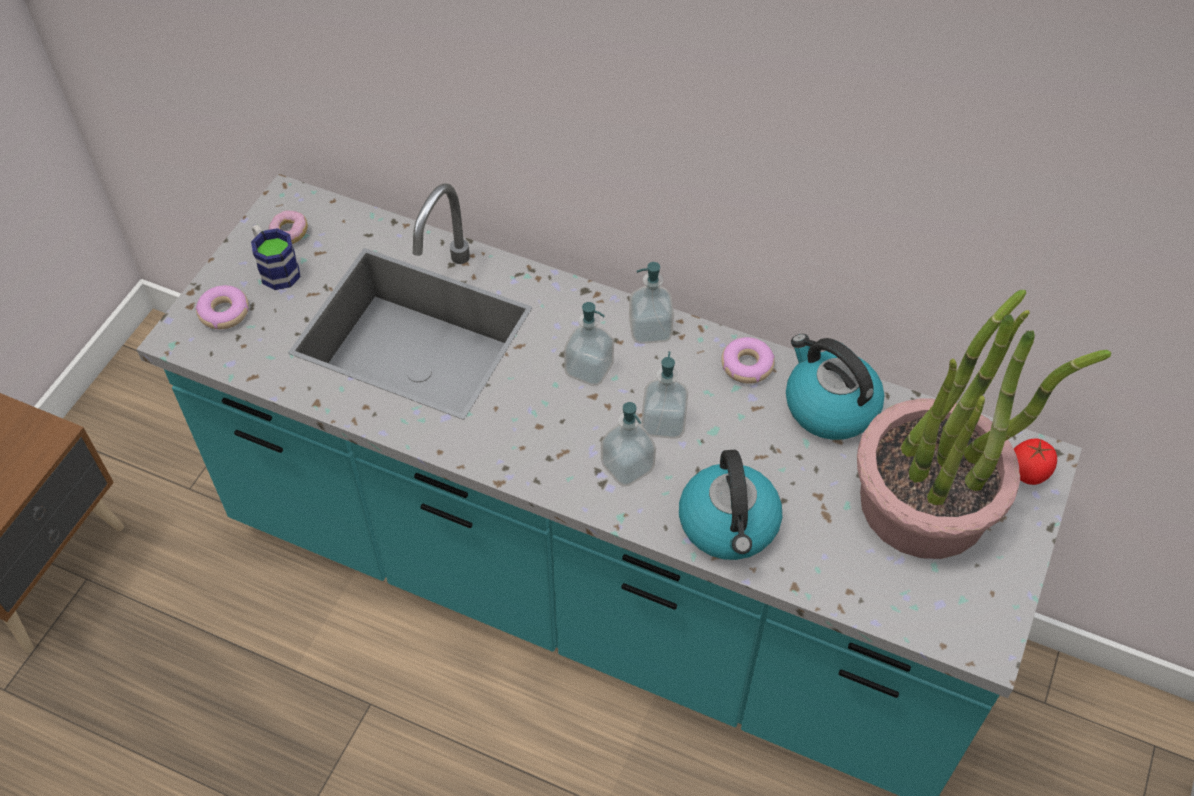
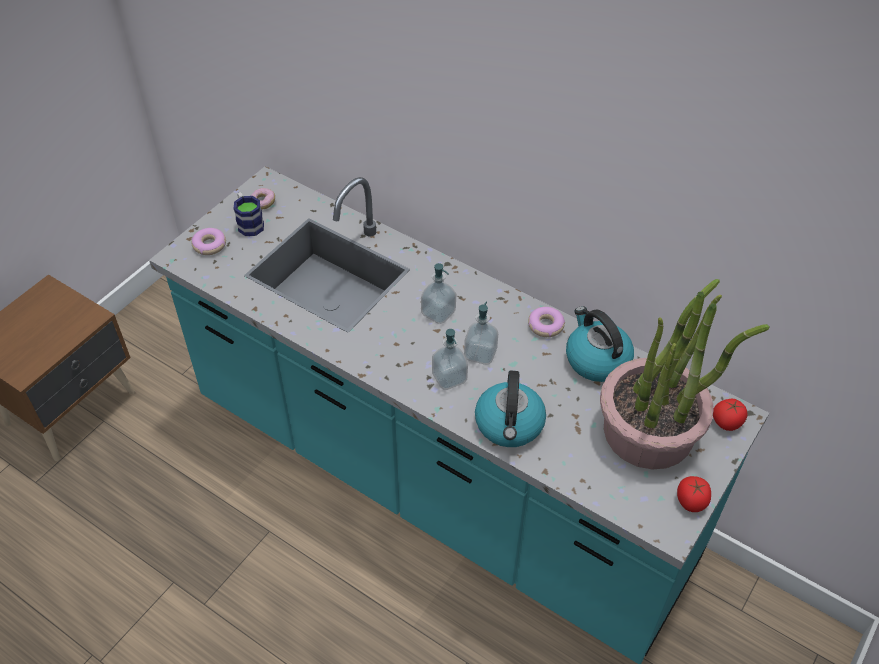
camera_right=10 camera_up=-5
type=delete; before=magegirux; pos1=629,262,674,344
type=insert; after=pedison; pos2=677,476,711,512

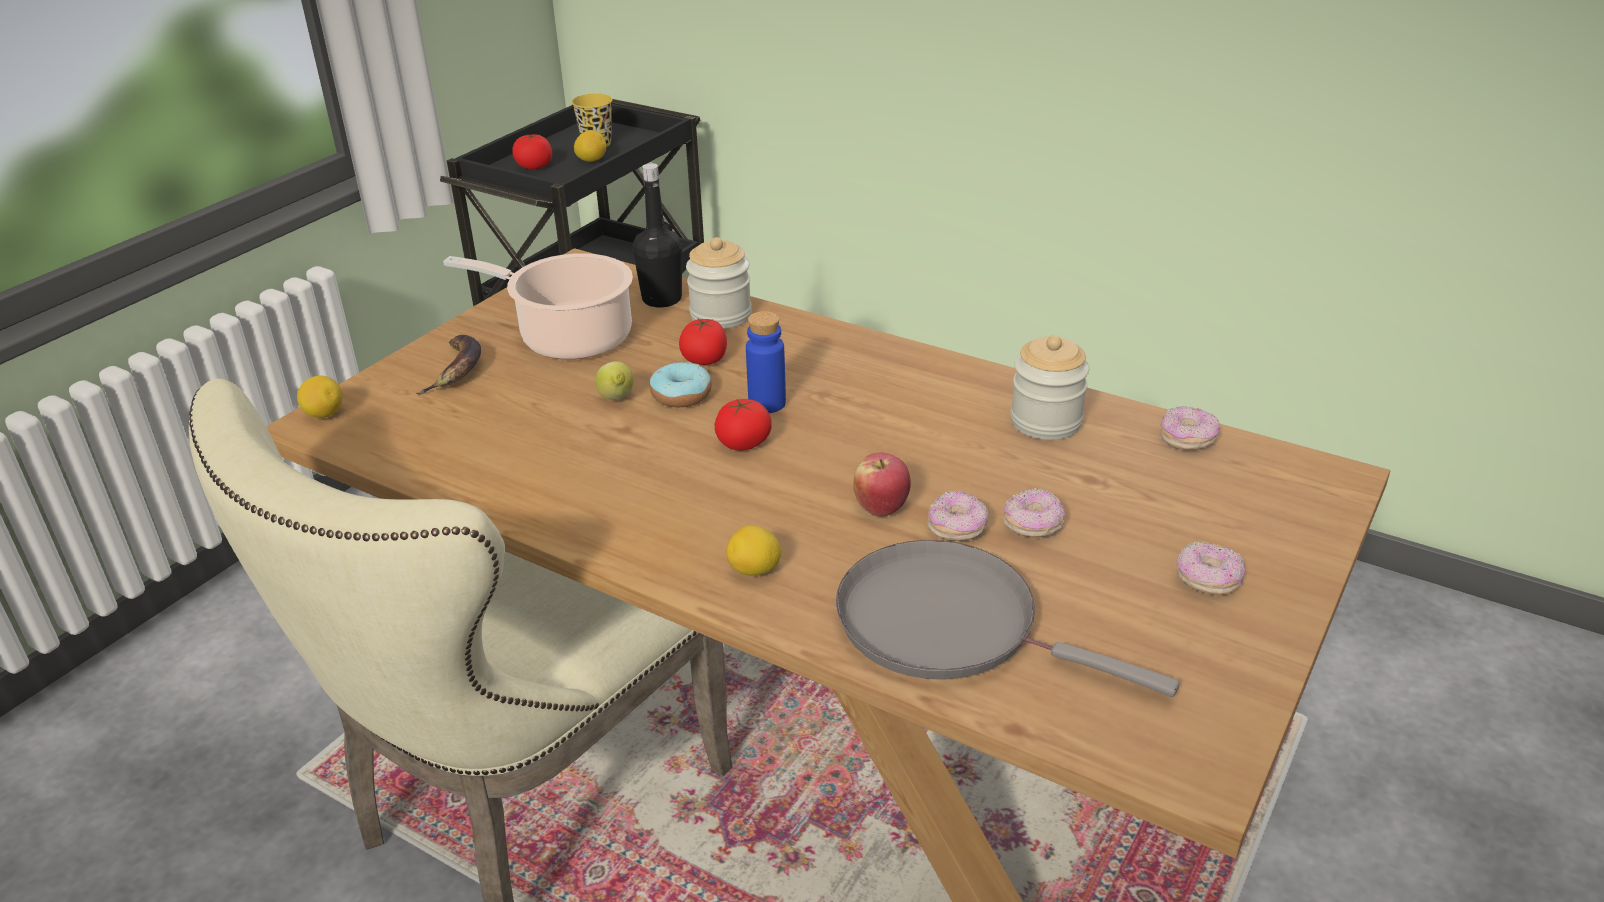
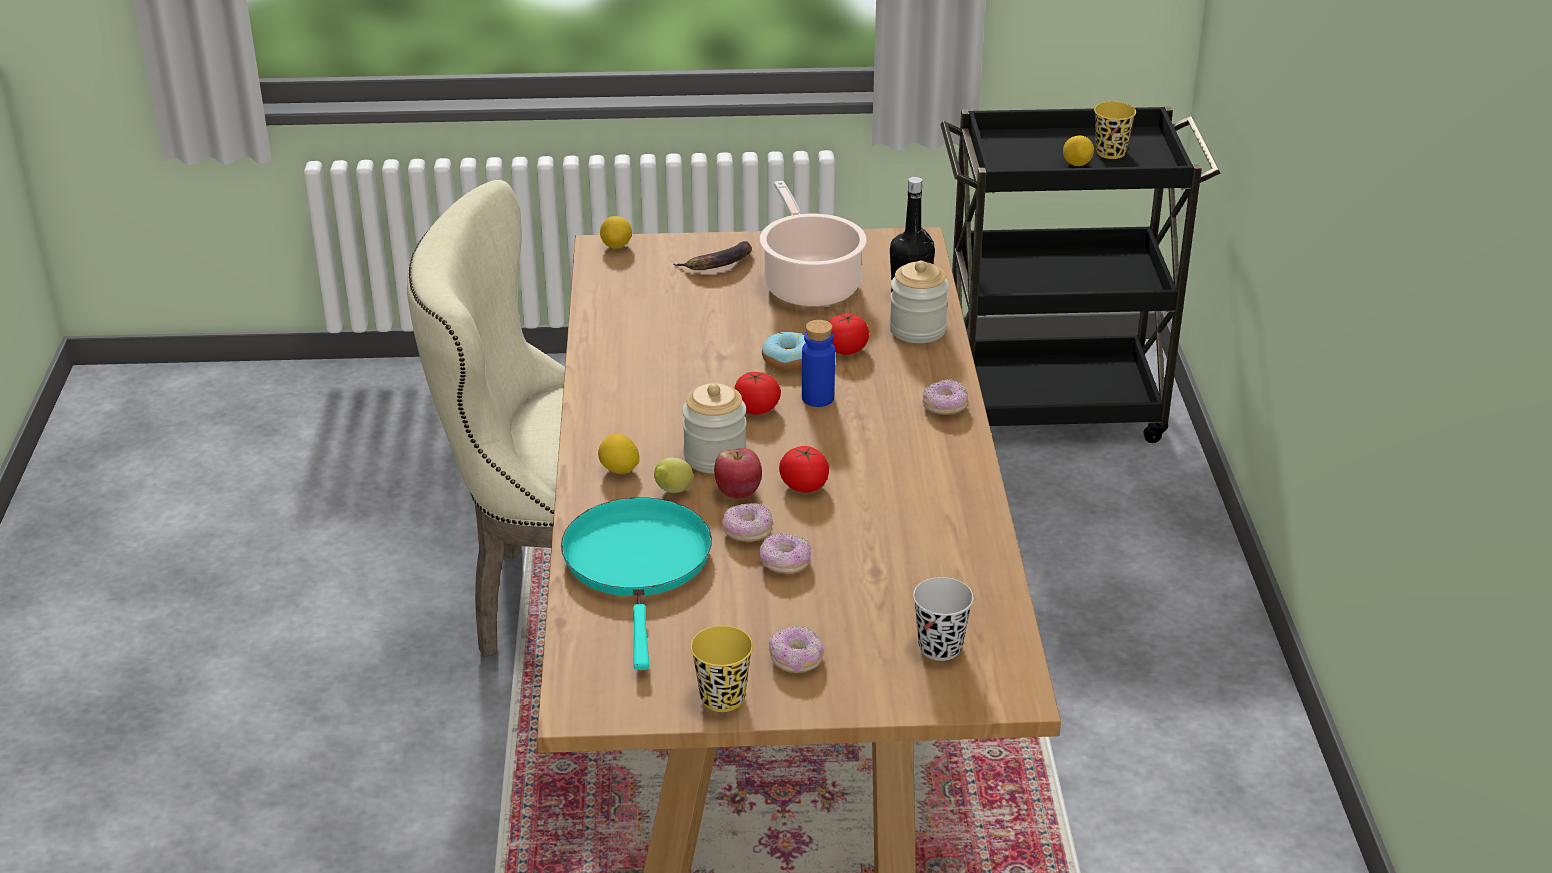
camera_right=55 camera_up=0
type=move; before=pedison; pos1=512,135,552,169; pos2=779,446,829,493
type=move; before=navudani; pos1=595,361,634,400; pos2=654,457,693,493
type=recolor; before=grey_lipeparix; after=turquoise_lipeparix; pos1=836,540,1179,697; pos2=561,497,712,670
type=move; before=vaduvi; pos1=1010,335,1089,440; pos2=682,383,747,474
type=move; before=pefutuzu; pos1=1160,406,1220,450; pos2=922,379,968,415
type=insert; after=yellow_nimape; pos2=691,626,753,712
type=insert; after=black_nimape; pos2=913,577,974,661

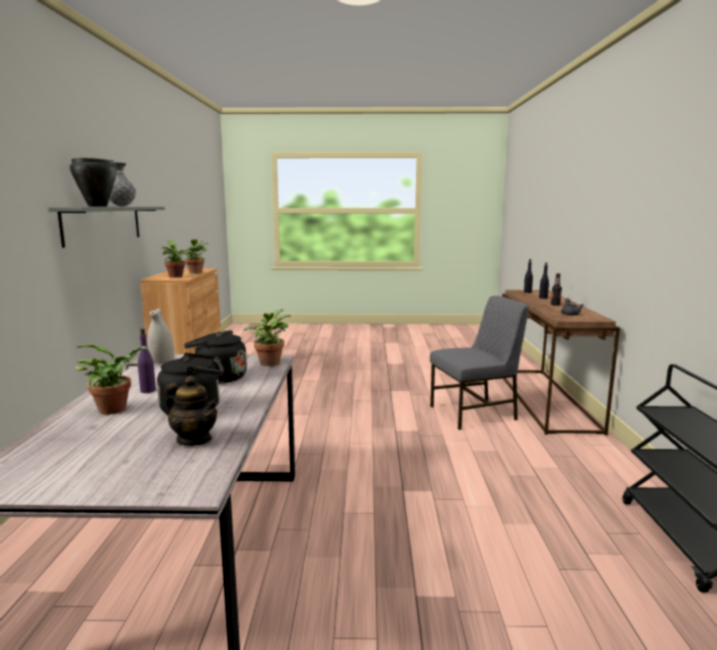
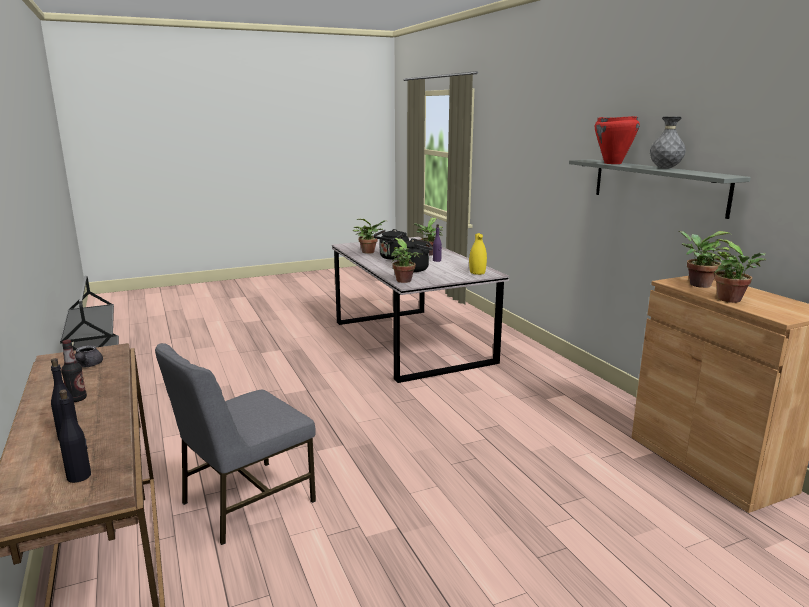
camera_right=155 camera_up=5
type=recolor; before=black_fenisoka; after=red_fenisoka; pos1=70,158,117,207; pos2=595,116,640,164
type=recolor; before=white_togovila; after=yellow_togovila; pos1=147,309,174,364; pos2=469,233,487,275
type=replace; before=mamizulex; after=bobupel; pos1=165,376,219,446; pos2=353,218,387,254

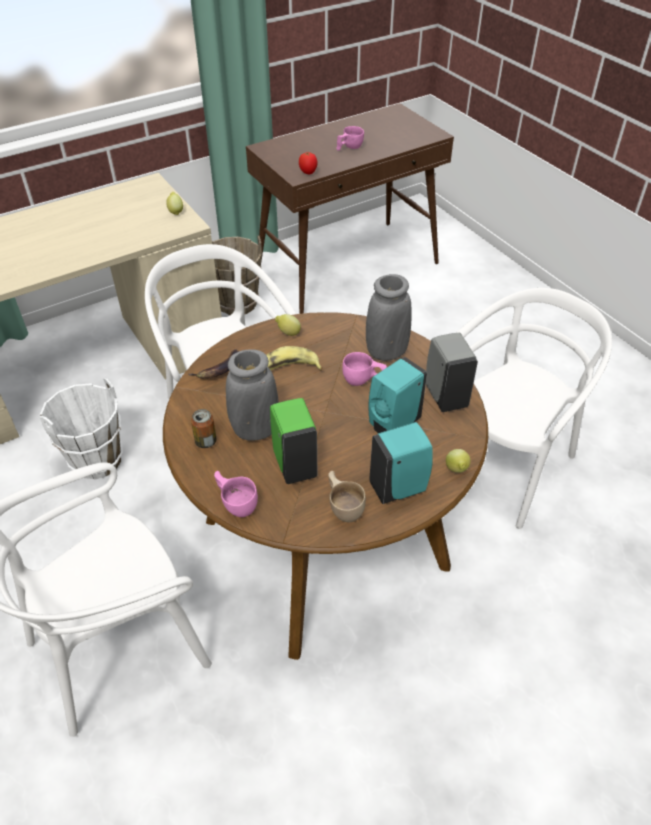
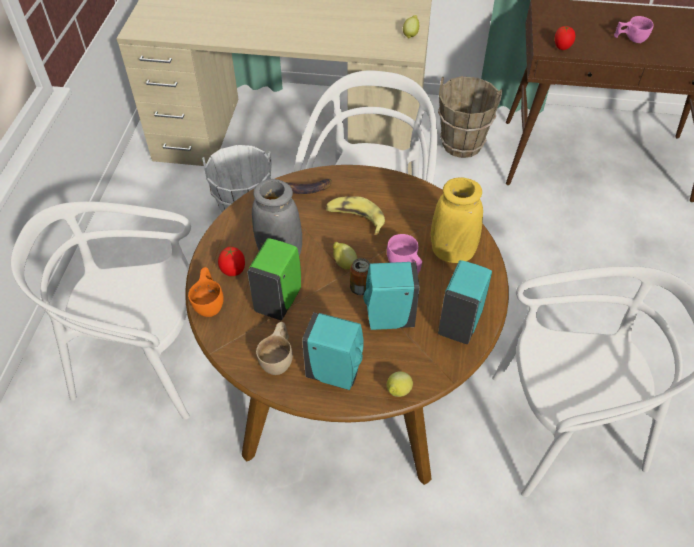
camera_right=40 camera_up=5
type=move; before=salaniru; pos1=191,409,217,448; pos2=350,258,370,295
type=recolor; before=pink_nimape; after=orange_nimape; pos1=214,471,258,517; pos2=188,267,224,317
type=move; before=navudani; pos1=275,314,301,336; pos2=333,242,357,269
type=recolor; before=grey_togovila; after=yellow_togovila; pos1=366,274,411,361; pos2=431,177,483,263
type=recolor; before=grey_magegirux; after=turquoise_magegirux; pos1=426,333,478,412; pos2=438,260,492,344
type=insert; after=pedison; pos2=218,247,245,276

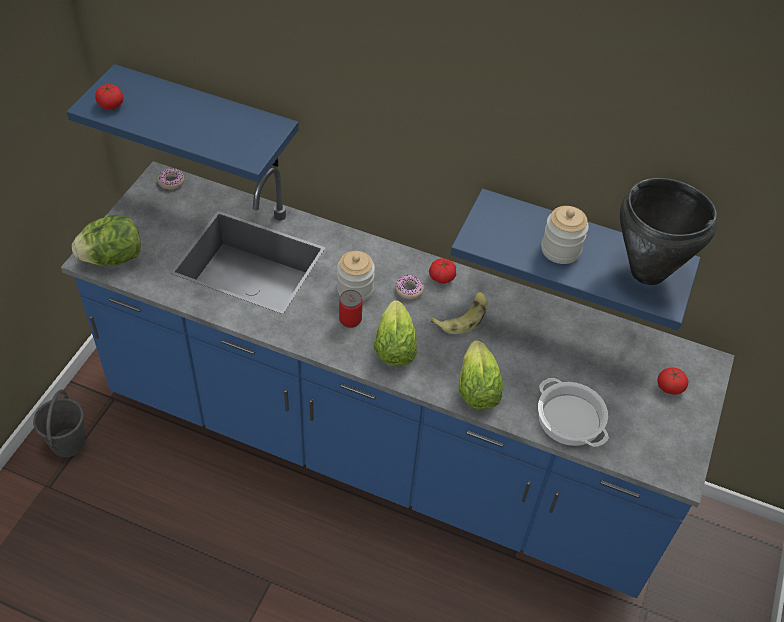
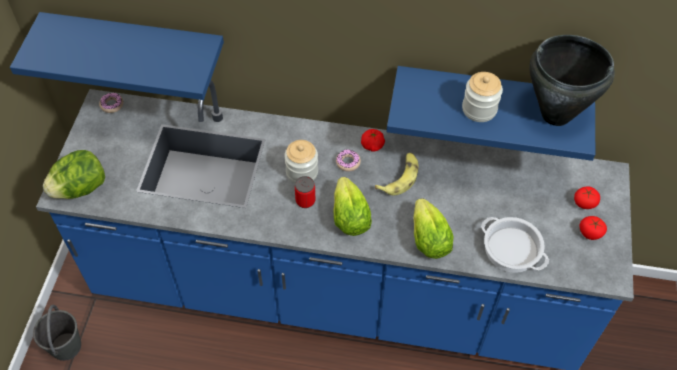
camera_right=-10 camera_up=5
type=move; before=pedison; pos1=95,84,123,109; pos2=580,216,607,240

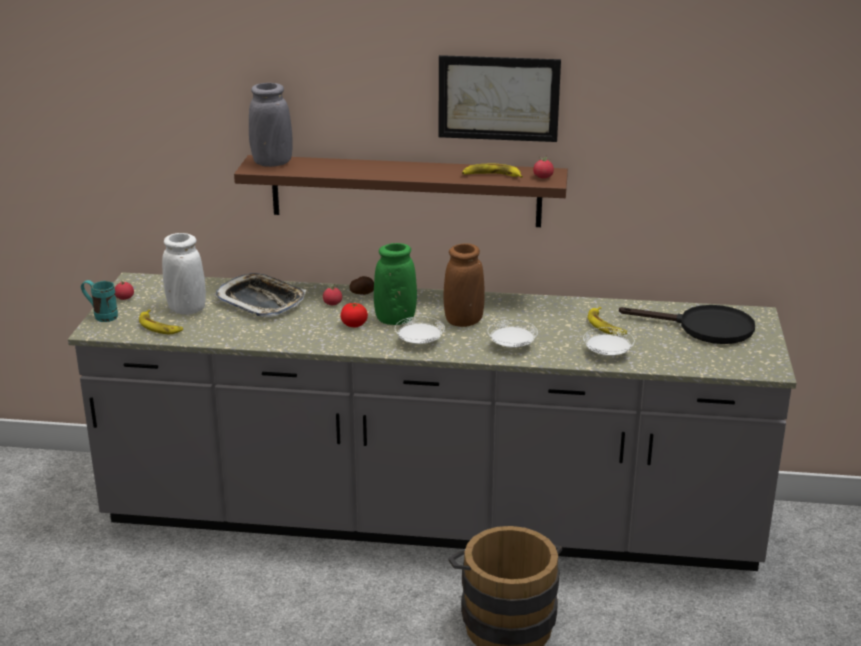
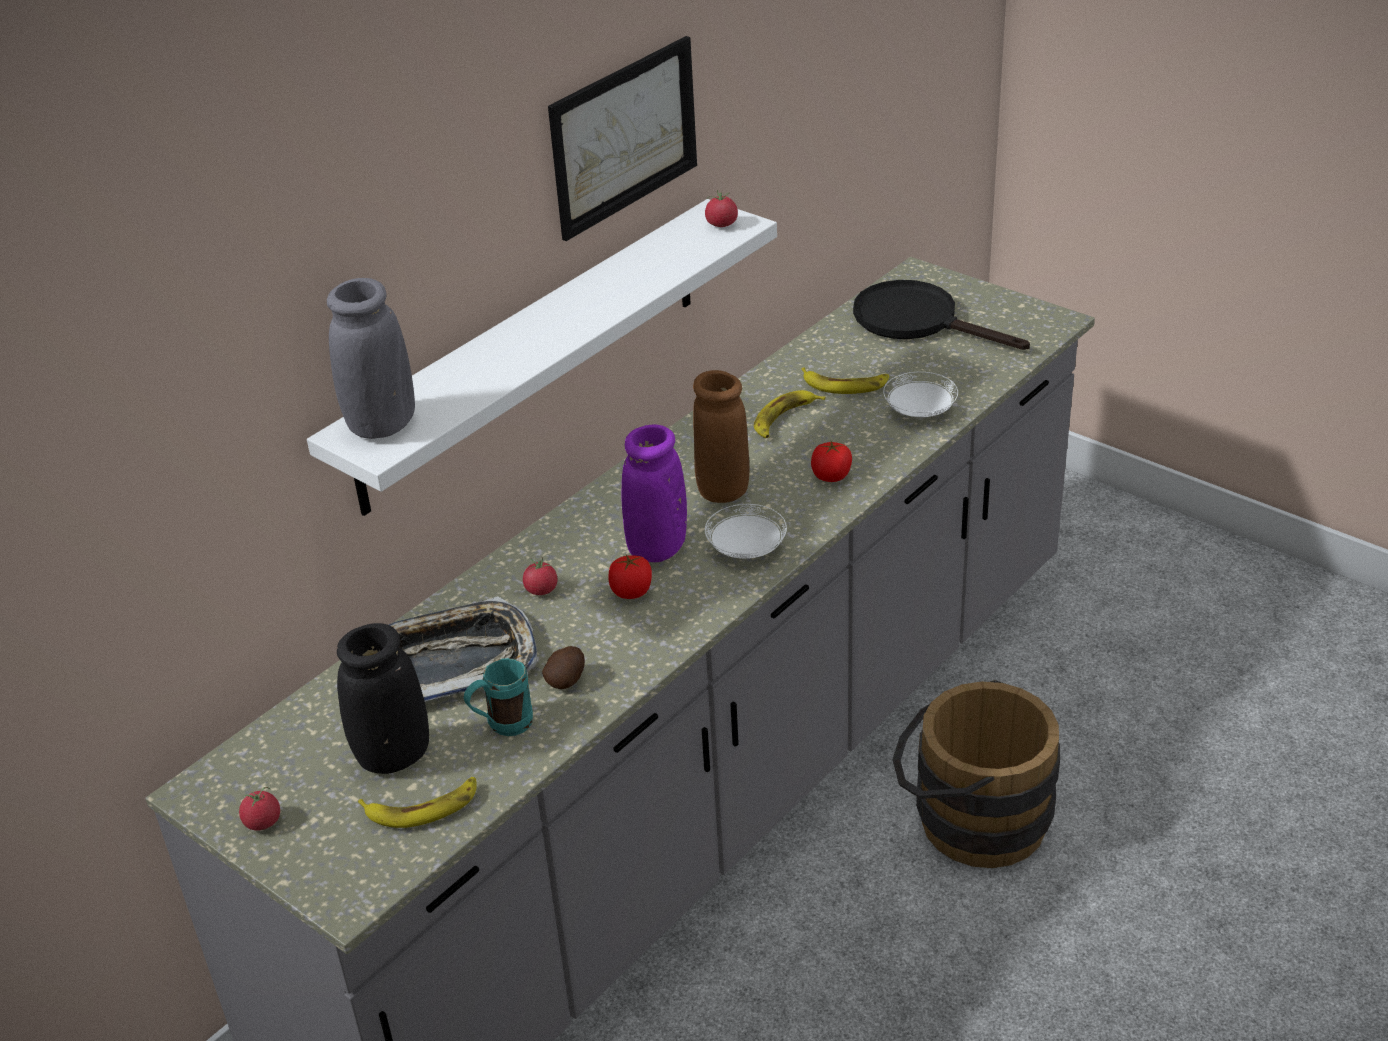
camera_right=-55 camera_up=10
type=move; before=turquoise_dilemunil; pos1=81,280,118,322; pos2=464,658,533,736
type=recolor; before=white_togovila; after=black_togovila; pos1=162,233,206,315; pos2=337,623,429,774
type=recolor; before=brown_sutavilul; after=white_sutavilul; pos1=234,155,568,227; pos2=307,199,777,516
type=move; before=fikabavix; pos1=350,276,374,295; pos2=542,646,585,689
type=recolor; before=green_togovila; after=purple_togovila; pos1=374,243,417,325; pos2=622,425,687,562
type=move; before=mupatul; pos1=462,163,523,178; pos2=754,390,825,438
type=replace; before=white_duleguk; after=pedison; pos1=488,320,538,348; pos2=811,441,852,482
type=rotate; before=black_lipeparix; pos1=619,305,755,344; pos2=853,280,1030,350; turn=-105

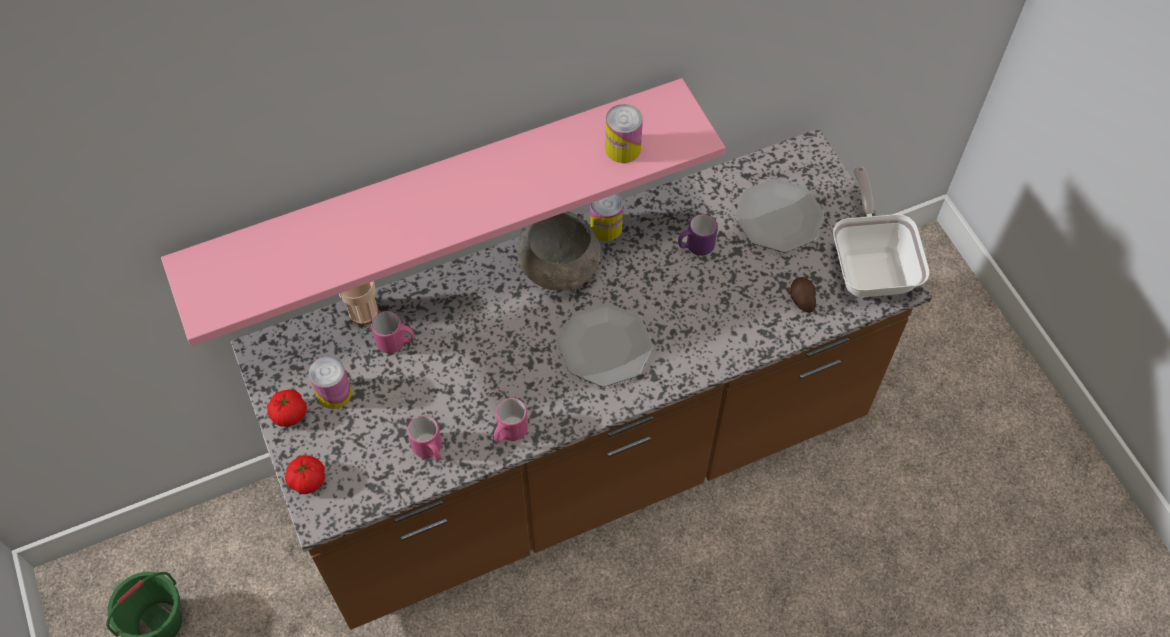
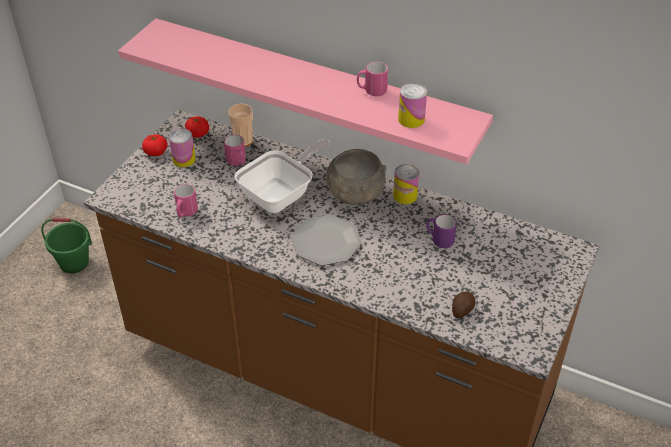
camera_right=50 camera_up=-15
type=move; before=pedison; pos1=285,455,325,494; pos2=185,116,209,138
type=move; before=pink_dilemunil; pos1=493,398,528,443; pos2=357,61,388,96
type=delete; before=duleguk; pos1=735,178,824,252
type=move; before=lipeparix; pos1=833,167,929,297; pos2=234,139,330,213

